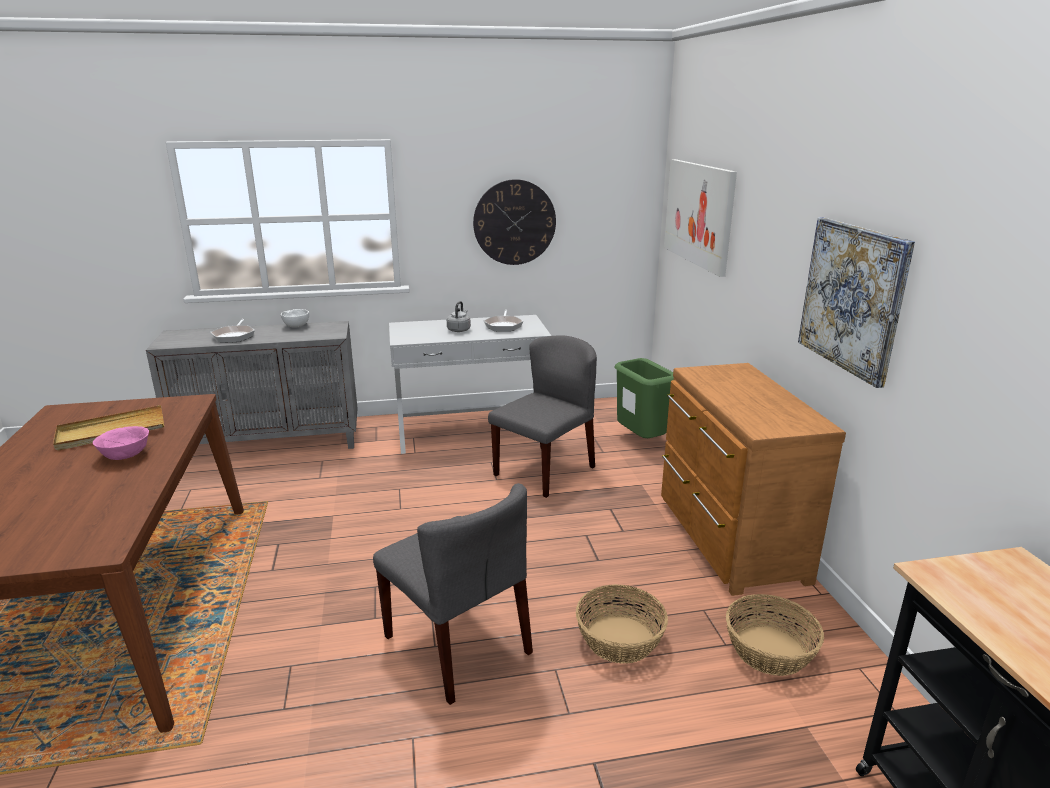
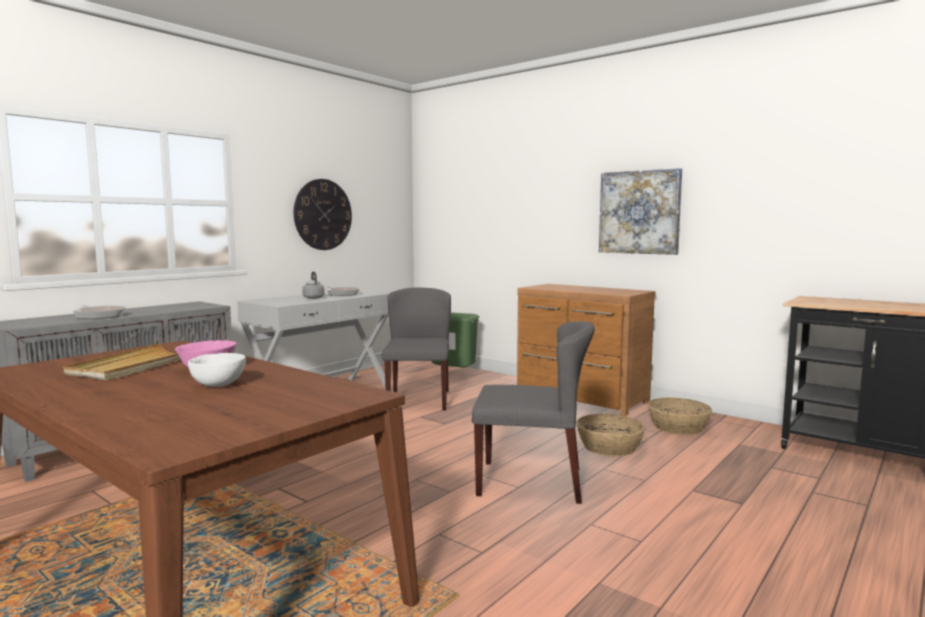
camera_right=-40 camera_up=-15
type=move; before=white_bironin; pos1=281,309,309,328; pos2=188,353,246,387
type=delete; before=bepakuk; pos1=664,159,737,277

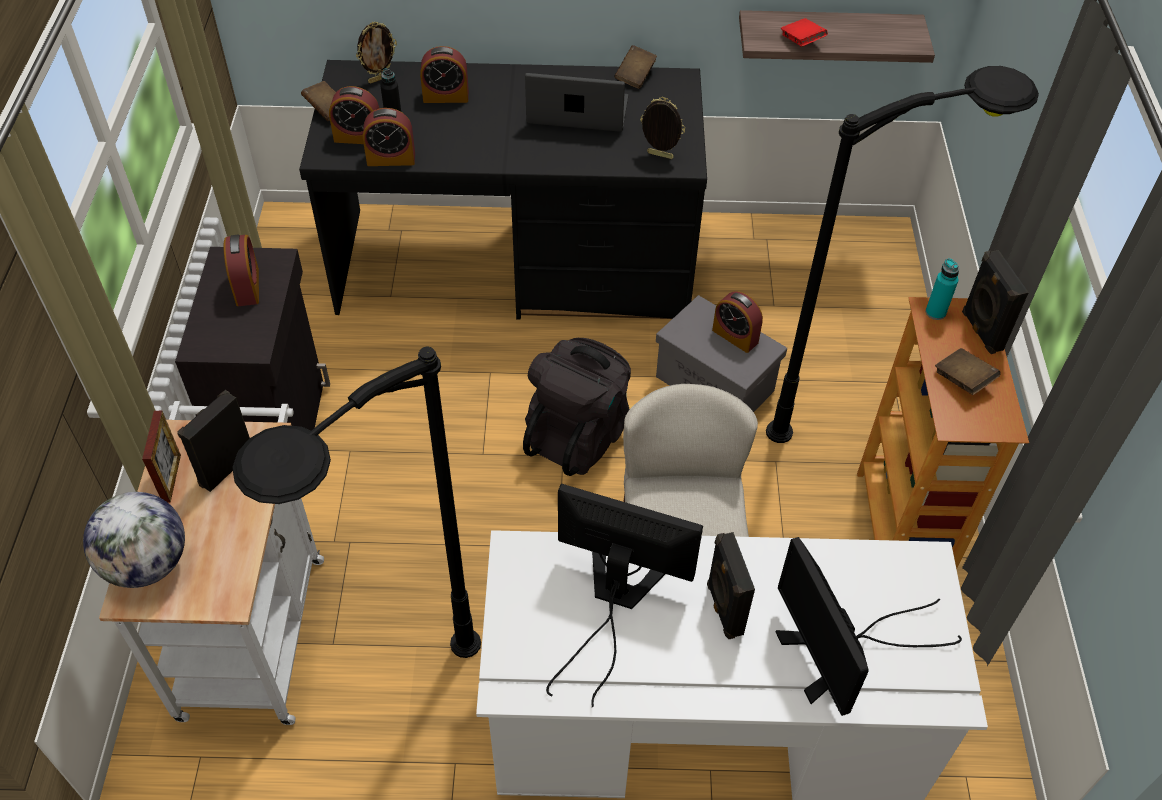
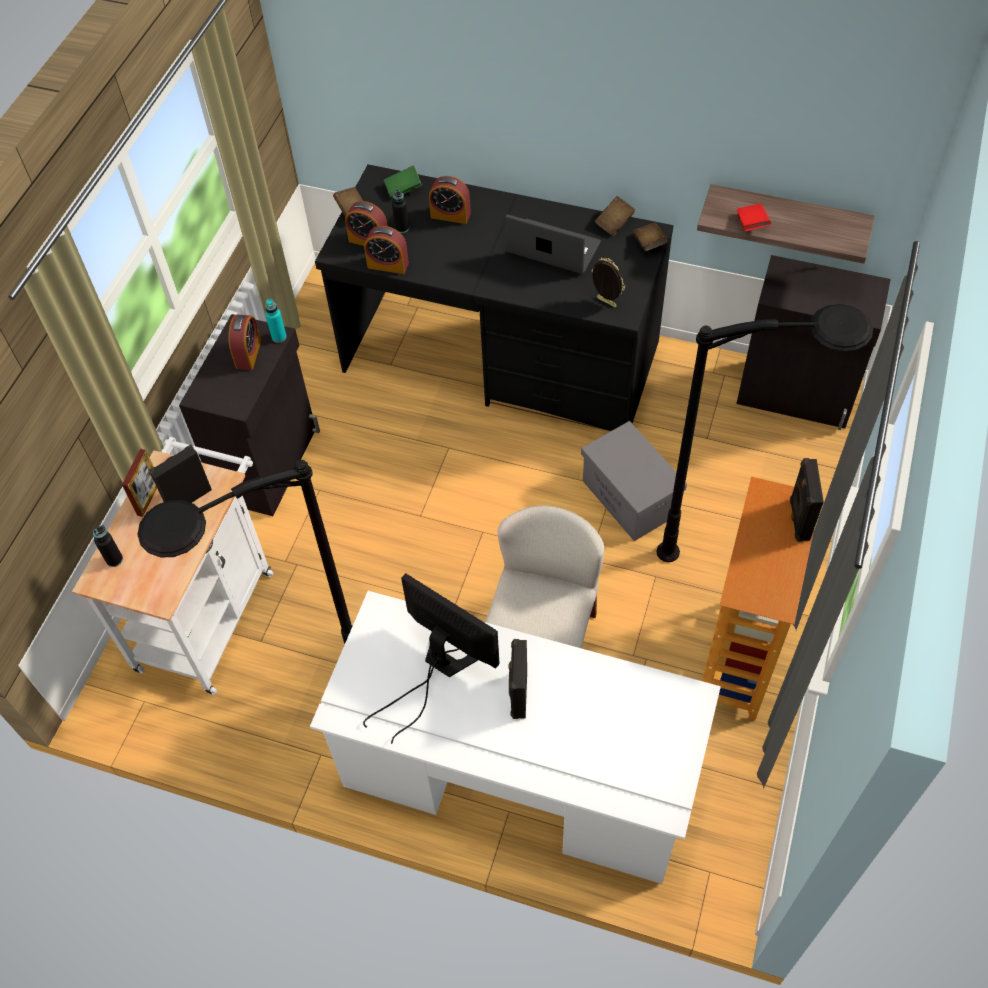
camera_right=20 camera_up=5
type=replace; before=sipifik; after=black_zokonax; pos1=83,492,185,588; pos2=93,525,123,567
type=replace; before=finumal; after=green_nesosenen; pos1=356,22,397,84; pos2=384,166,422,199
type=delete; before=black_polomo; pos1=523,338,631,476
type=delete; before=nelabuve; pos1=712,291,763,353
type=delete; before=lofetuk; pos1=776,537,962,716
type=move; before=turquoise_zokonax; pos1=926,258,959,320; pos2=265,299,287,343
type=move; before=brown_nesosenen; pos1=935,348,1000,395; pos2=633,223,668,251
type=insert; after=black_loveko; pos2=736,255,891,430

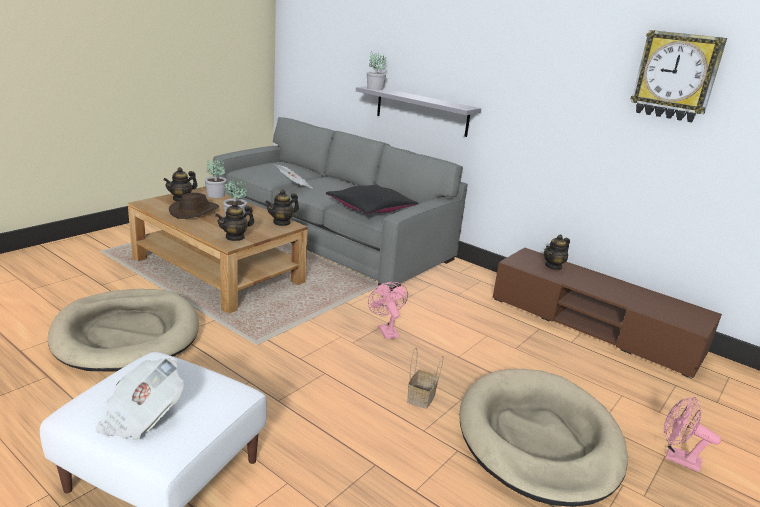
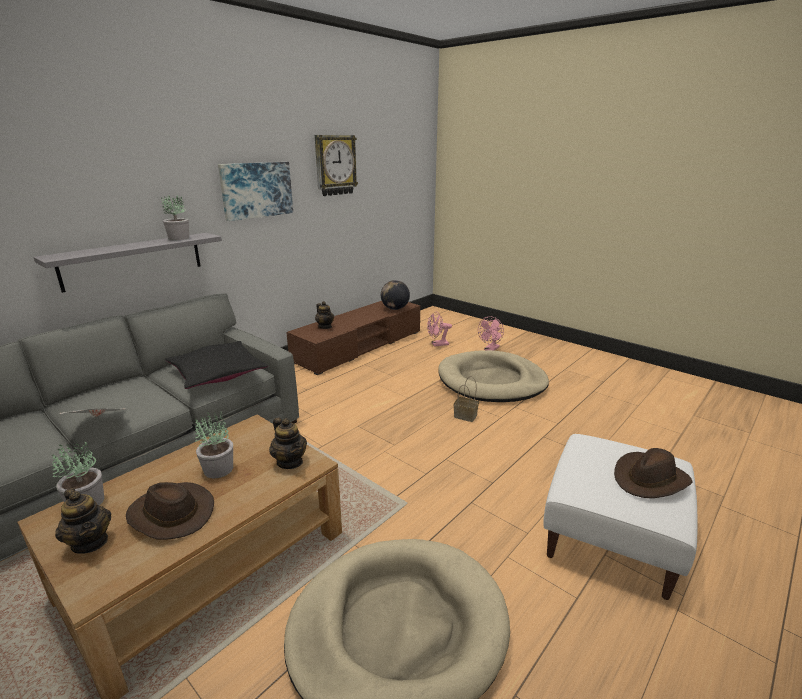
camera_right=-85 camera_up=0
type=replace; before=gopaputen; after=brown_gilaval; pos1=96,358,184,440; pos2=614,448,693,498
type=delete; before=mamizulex; pos1=265,189,299,226
type=move; before=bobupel; pos1=367,53,387,90; pos2=161,195,189,240
type=move; before=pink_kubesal; pos1=368,282,408,339; pos2=427,312,452,347
type=insert; after=bepakuk; pos2=218,162,293,221
type=insert; after=sipifik; pos2=381,280,410,310

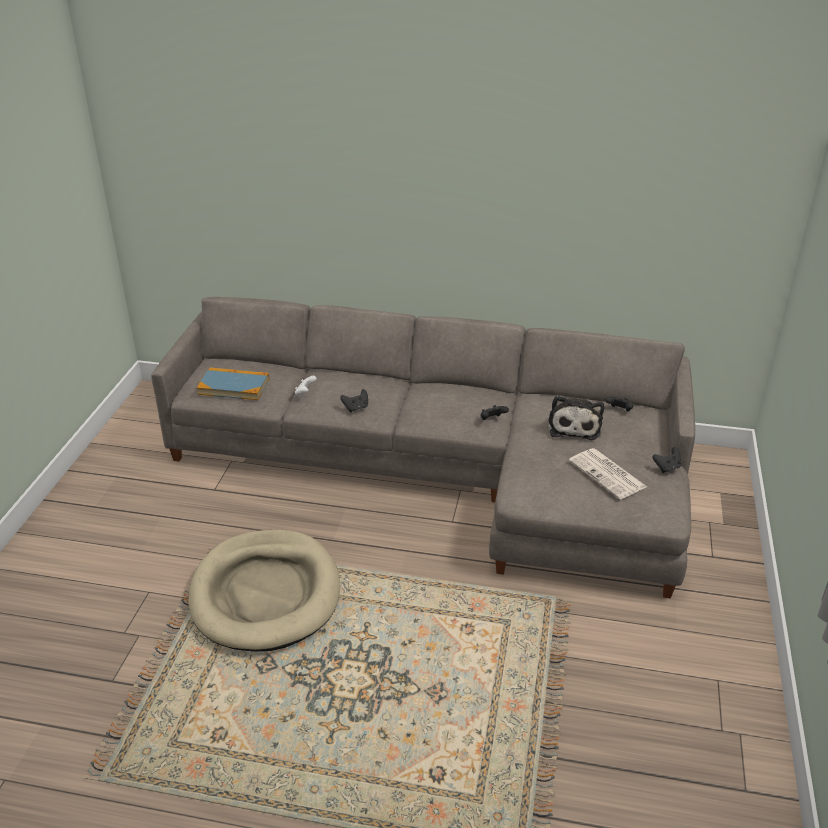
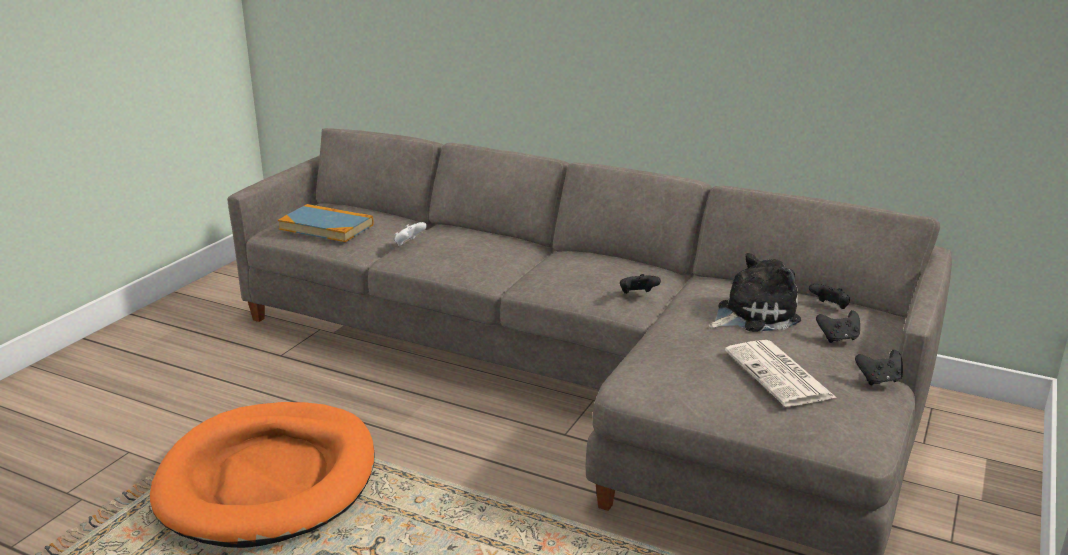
camera_right=15 camera_up=-10
type=recolor; before=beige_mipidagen; after=orange_mipidagen; pos1=188,530,340,652; pos2=150,402,375,548
type=move; before=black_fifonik; pos1=340,389,368,412; pos2=816,310,860,343
type=rotate; before=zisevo; pos1=548,396,604,440; pos2=709,253,801,332; turn=-135

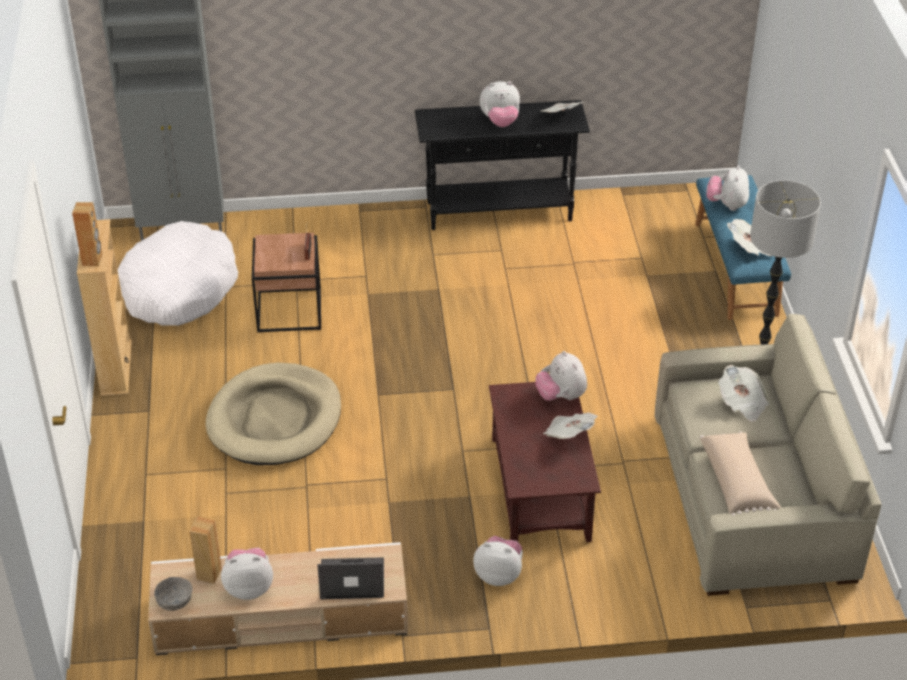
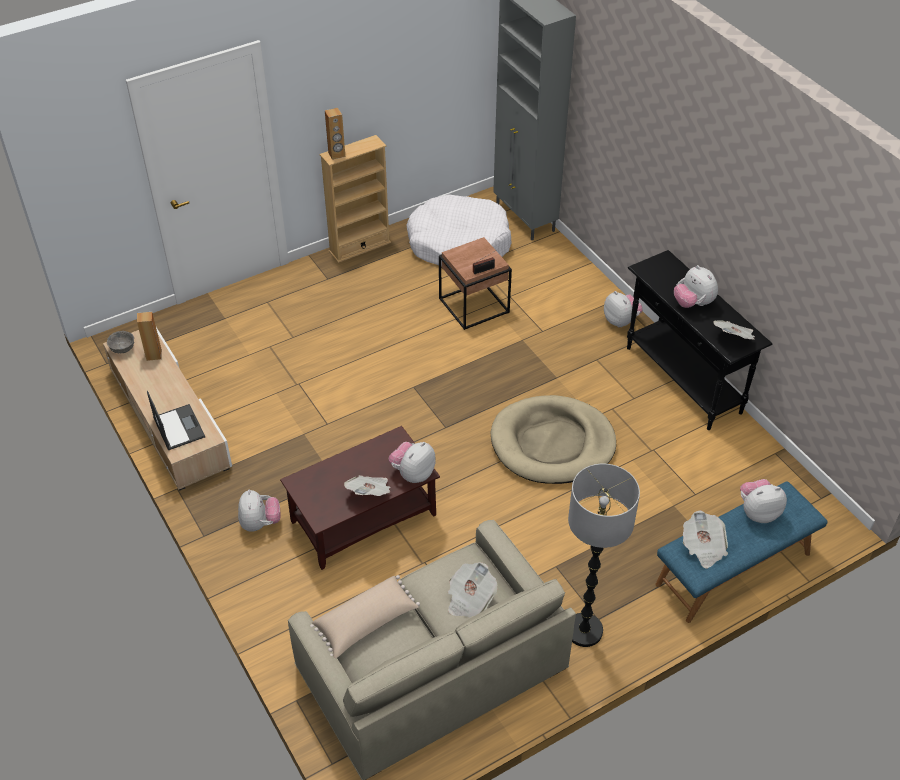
camera_right=65 camera_up=5
type=move; before=beige_mipidagen; pos1=206,362,341,465; pos2=490,395,616,484
type=move; before=zisevo; pos1=221,548,273,600; pos2=604,291,643,327

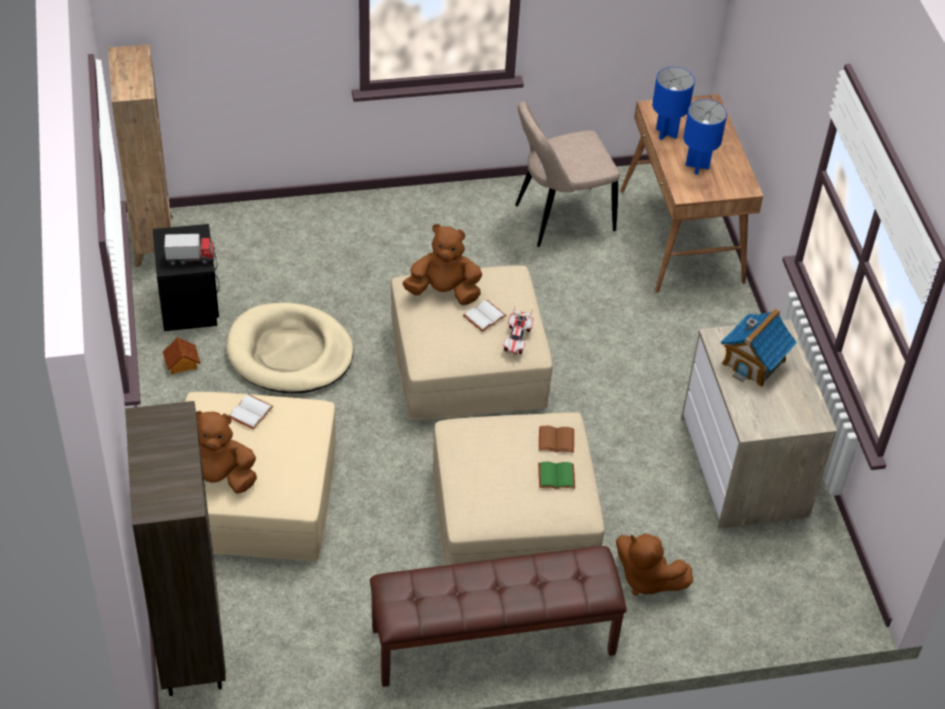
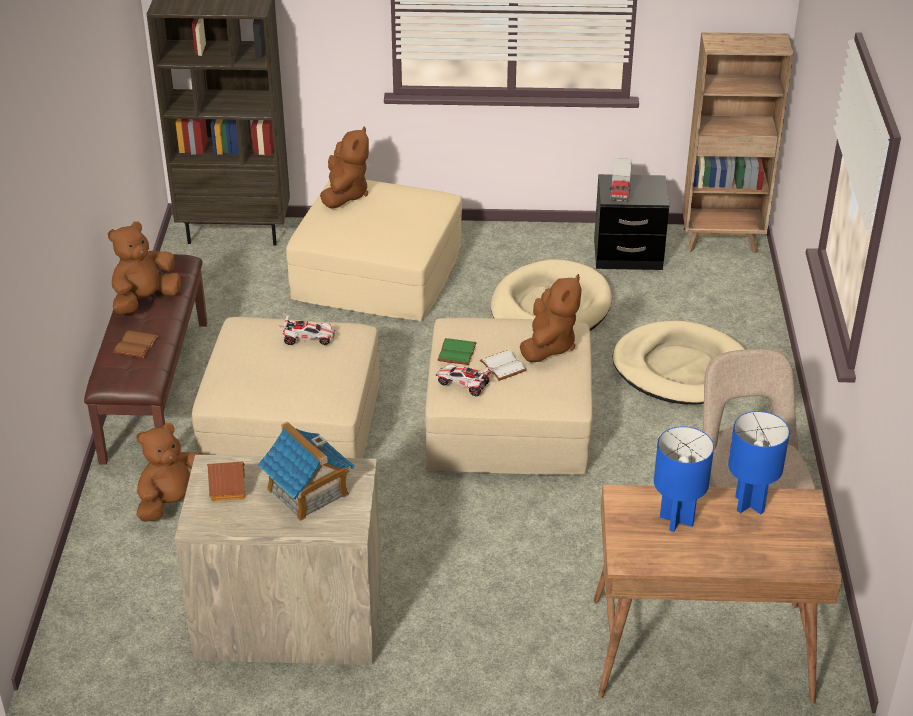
camera_right=105 camera_up=-10
type=move; before=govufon; pos1=163,337,201,375; pos2=207,461,245,501
type=delete; before=white_nesosenen; pos1=229,394,273,429
type=move; before=green_nesosenen; pos1=538,462,575,489; pos2=438,338,477,365
type=move; before=brown_nesosenen; pos1=539,426,574,453; pos2=113,330,159,358
type=insert; after=brown_zisevo; pos2=108,222,181,315
type=insert; after=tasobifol; pos2=279,314,335,345
type=insert; after=beige_mipidagen; pos2=613,321,745,405

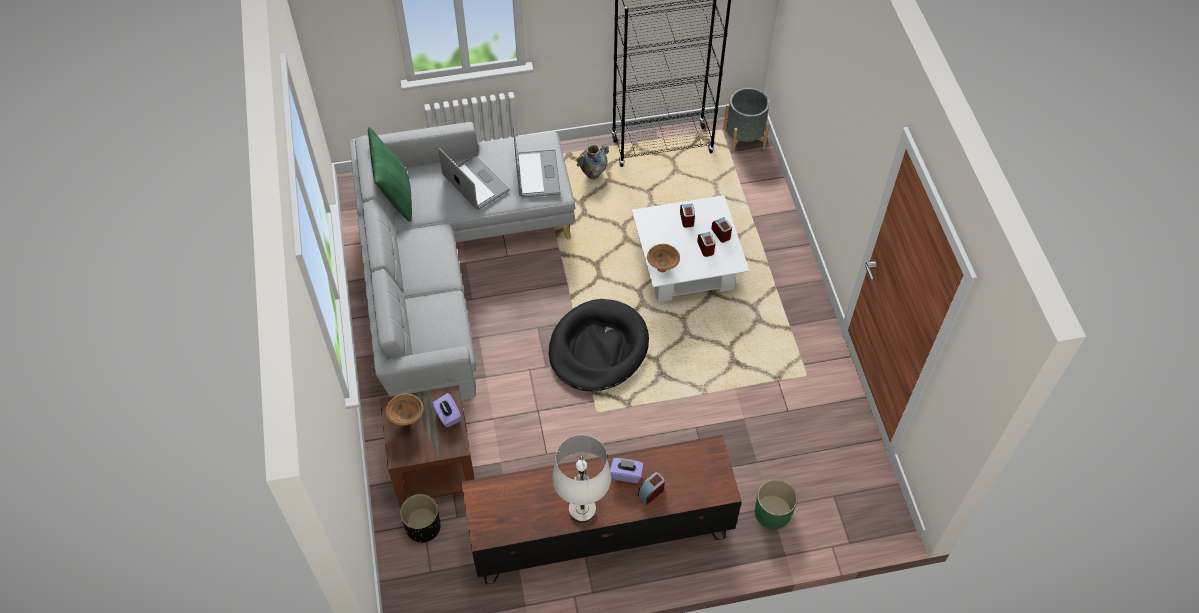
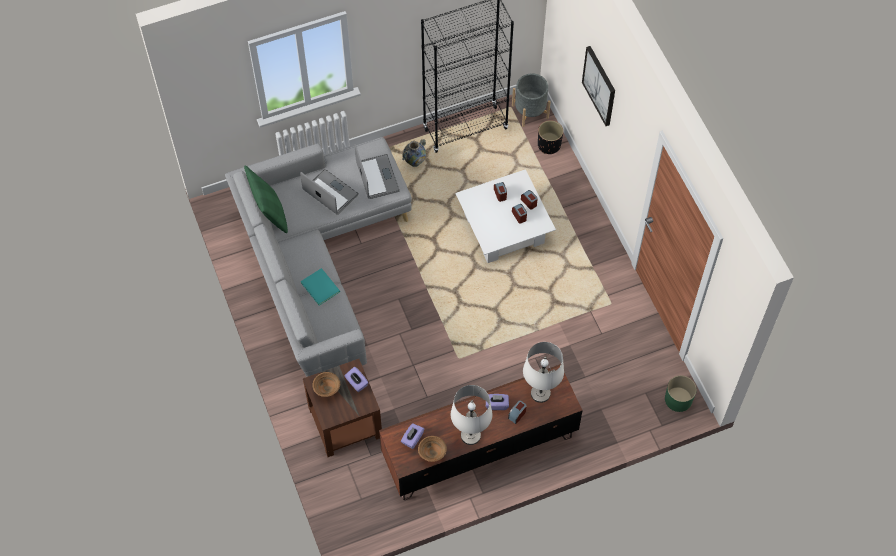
camera_right=-10 camera_up=5
type=move; before=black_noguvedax; pos1=400,494,441,543; pos2=538,120,563,154
type=delete; before=black_mipidagen; pos1=549,299,649,391
type=move; before=brown_bironin; pos1=647,244,680,272; pos2=418,436,447,462
type=move; before=green_noguvedax; pos1=755,479,797,529; pos2=665,375,696,412
type=insert; after=turquoise_nesosenen; pos2=301,268,340,305
type=insert; after=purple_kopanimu; pos2=401,423,424,449
type=insert; after=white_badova; pos2=523,342,564,403
type=insert; after=bepakuk; pos2=582,46,615,126

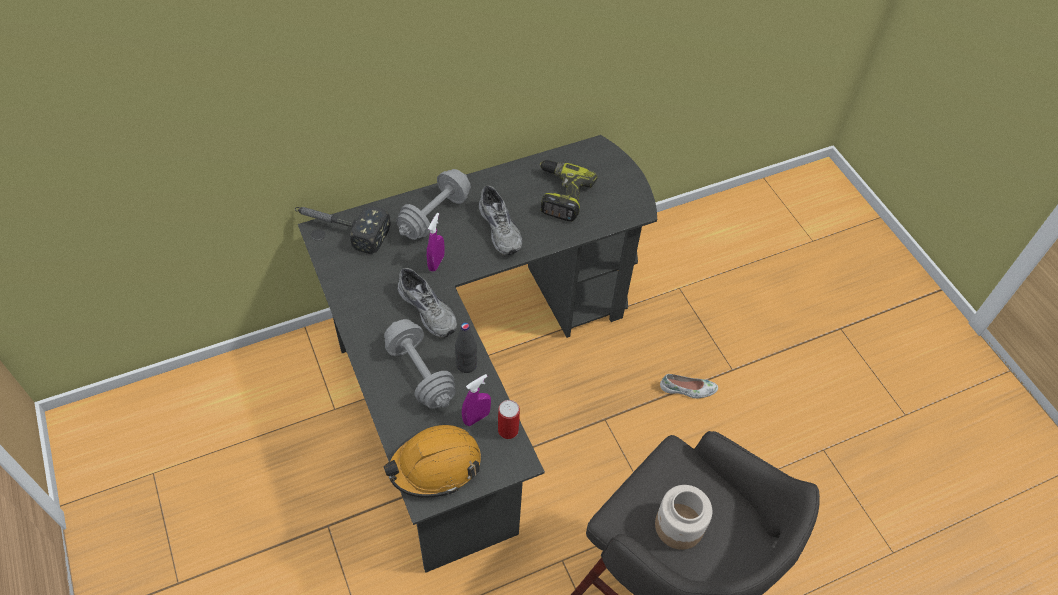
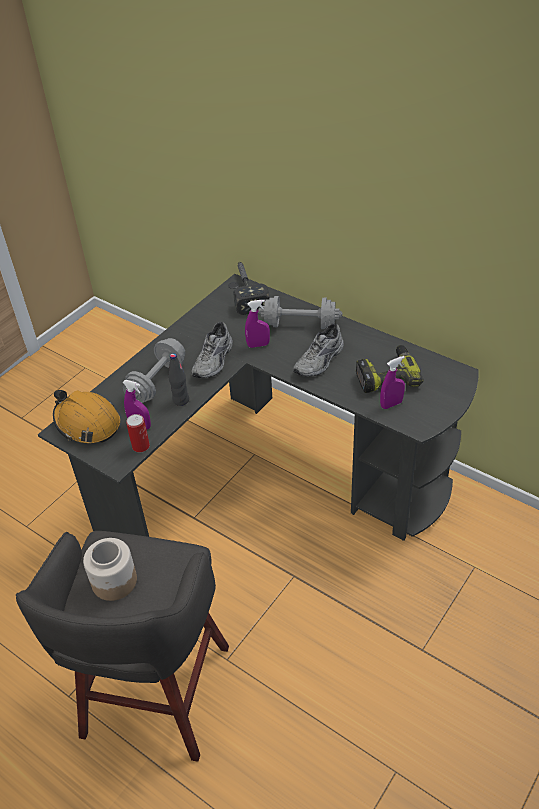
camera_right=65 camera_up=-10
type=delete; before=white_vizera; pos1=660,374,718,398
type=insert; after=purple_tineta; pos2=380,356,405,409

